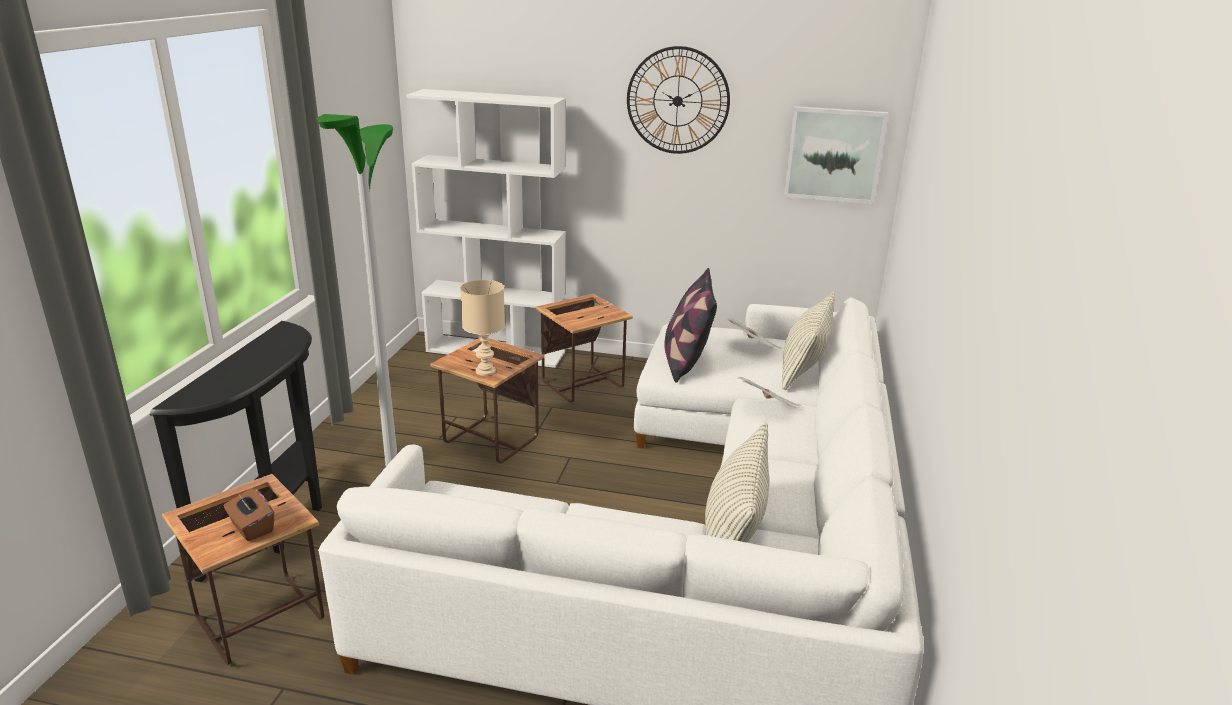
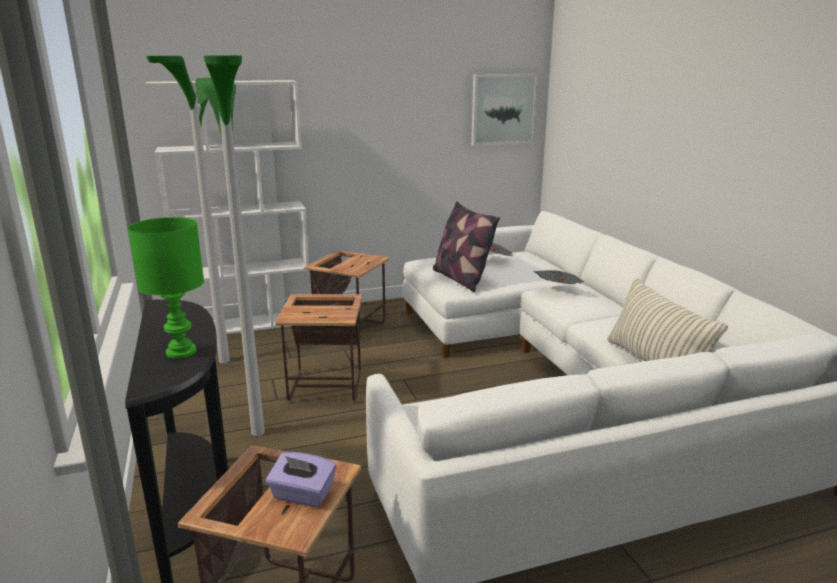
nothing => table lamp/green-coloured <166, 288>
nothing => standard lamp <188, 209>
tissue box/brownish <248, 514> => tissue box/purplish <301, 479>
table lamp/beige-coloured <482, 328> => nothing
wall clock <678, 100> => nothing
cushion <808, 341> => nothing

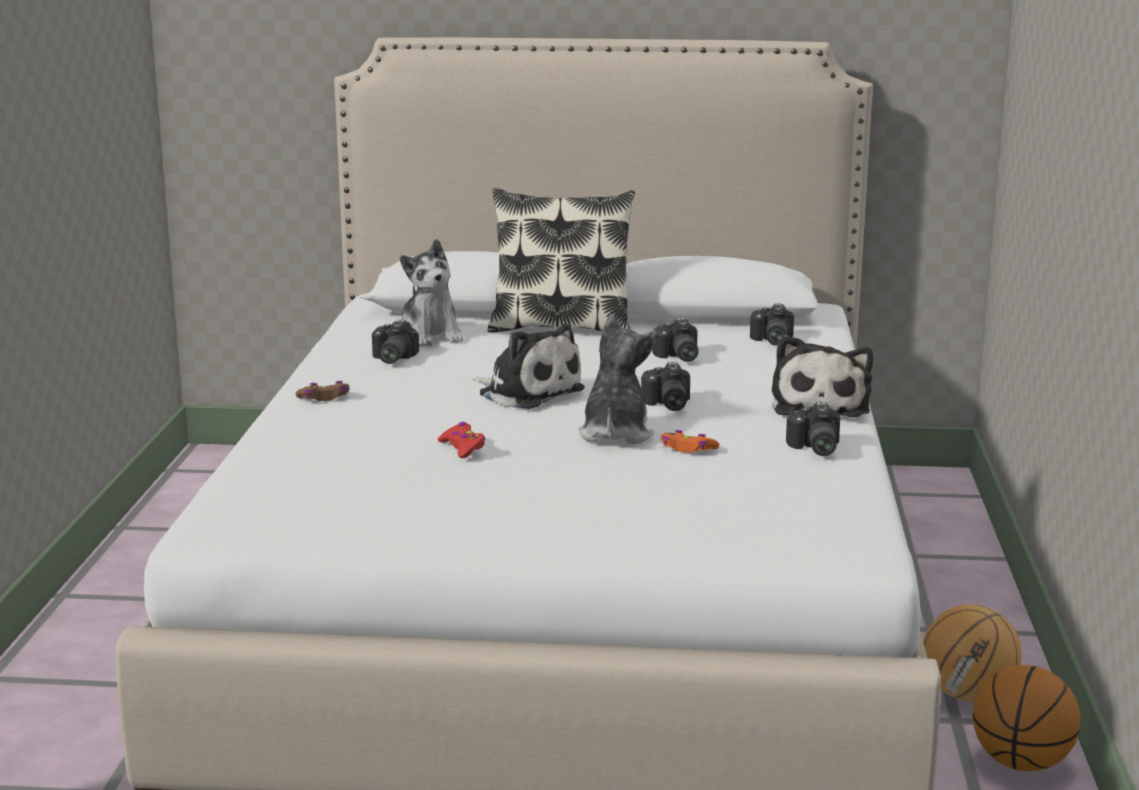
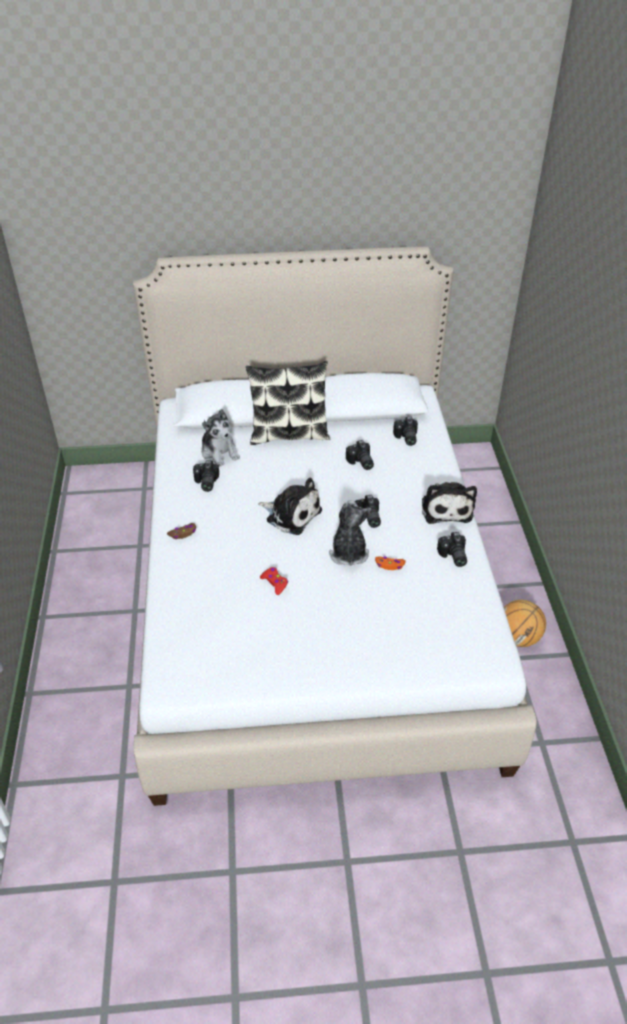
basketball <1027, 718> => nothing

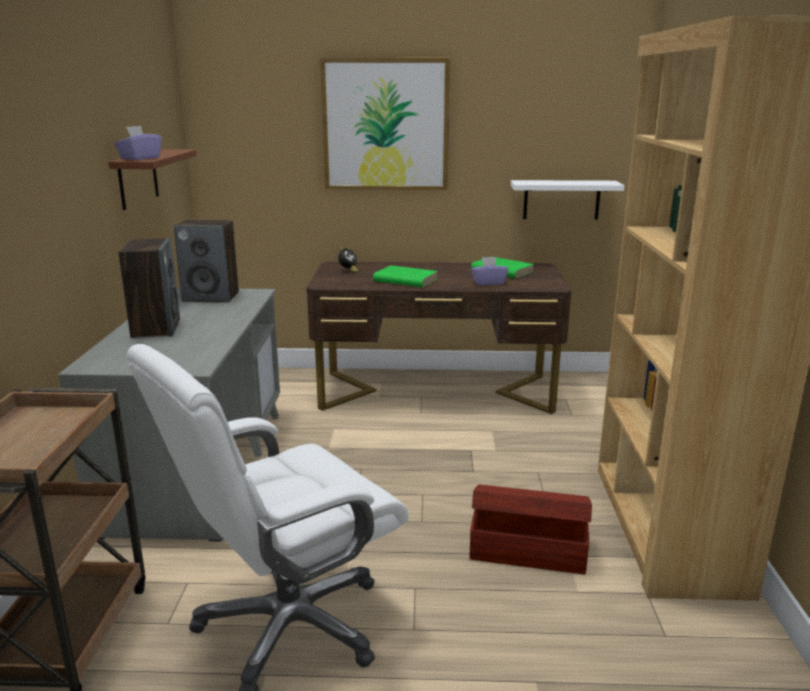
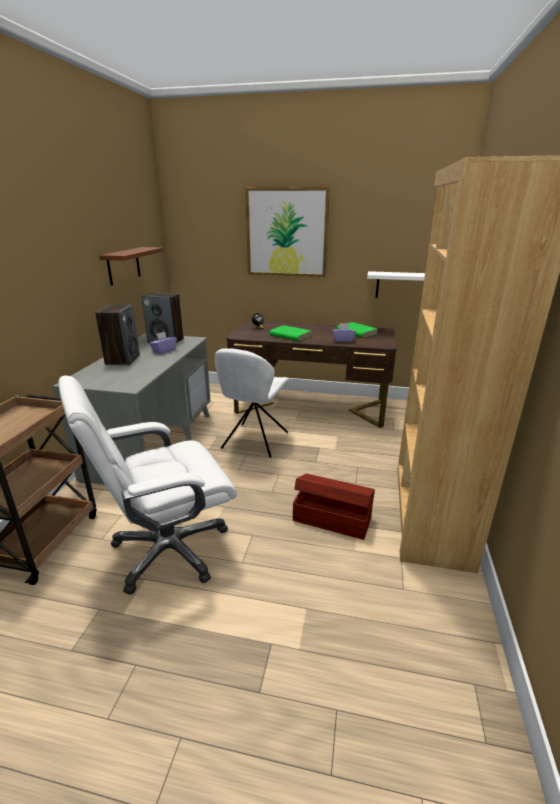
tissue box/purplish <138, 143> => tissue box/purplish <163, 343>, move
nothing => chair/white <252, 403>

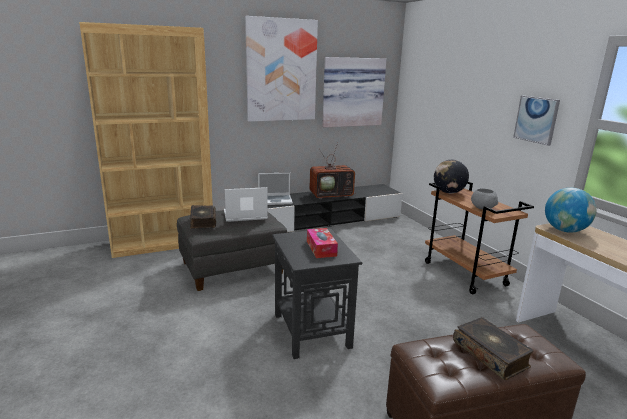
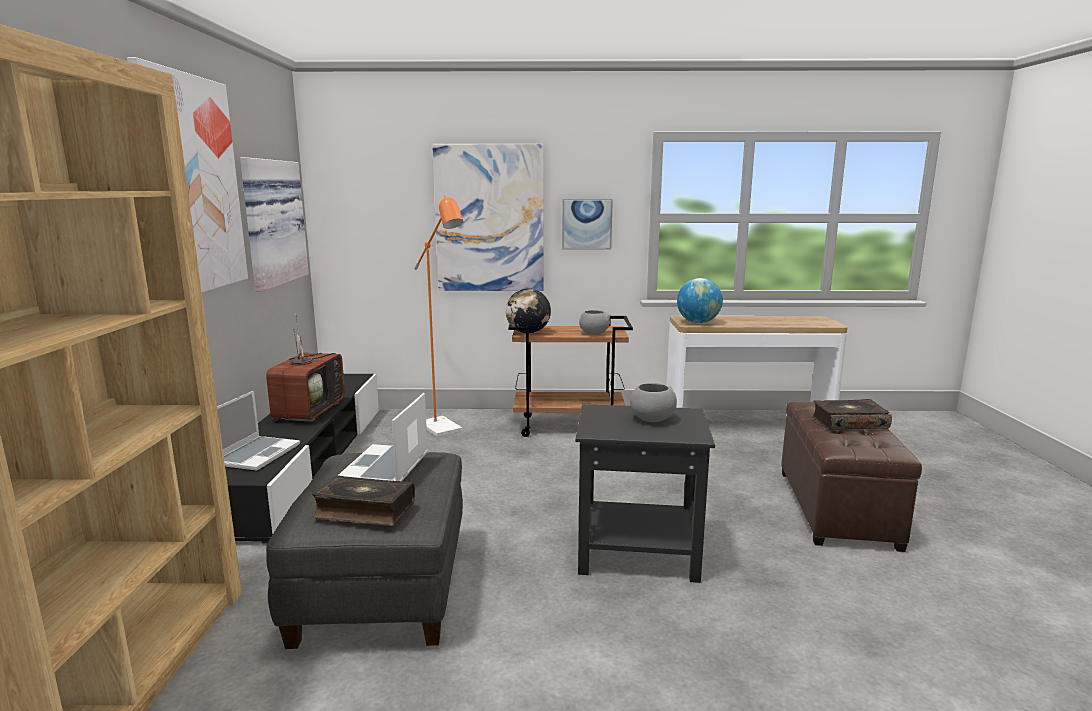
nothing => standard lamp/orangey <439, 316>
nothing => wall picture <488, 217>
tissue box <322, 243> => serving bowl/grey <653, 402>

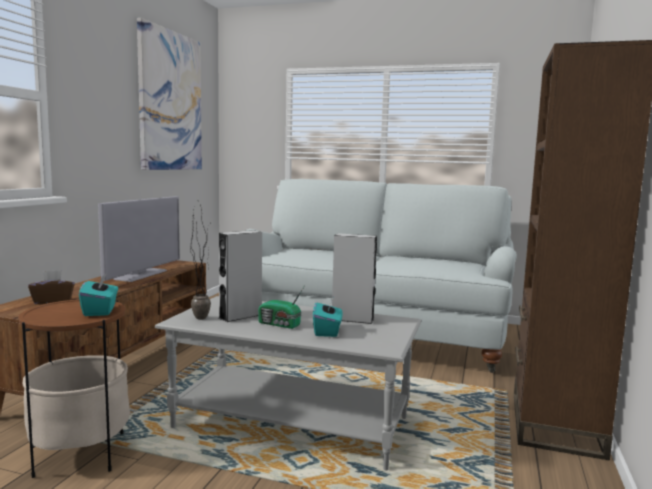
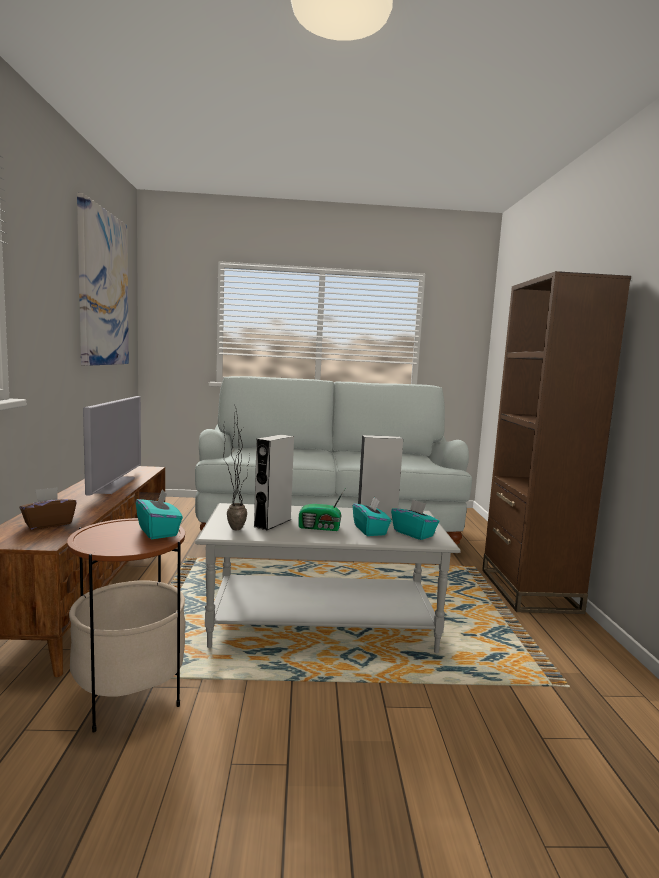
nothing => tissue box/turquoise-coloured <415, 519>

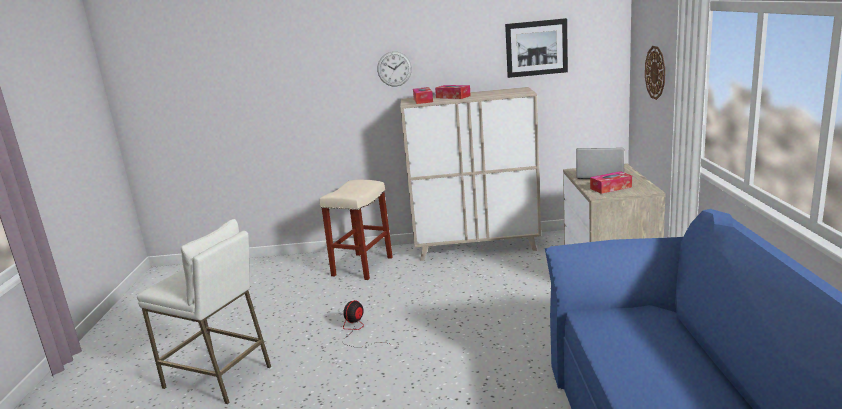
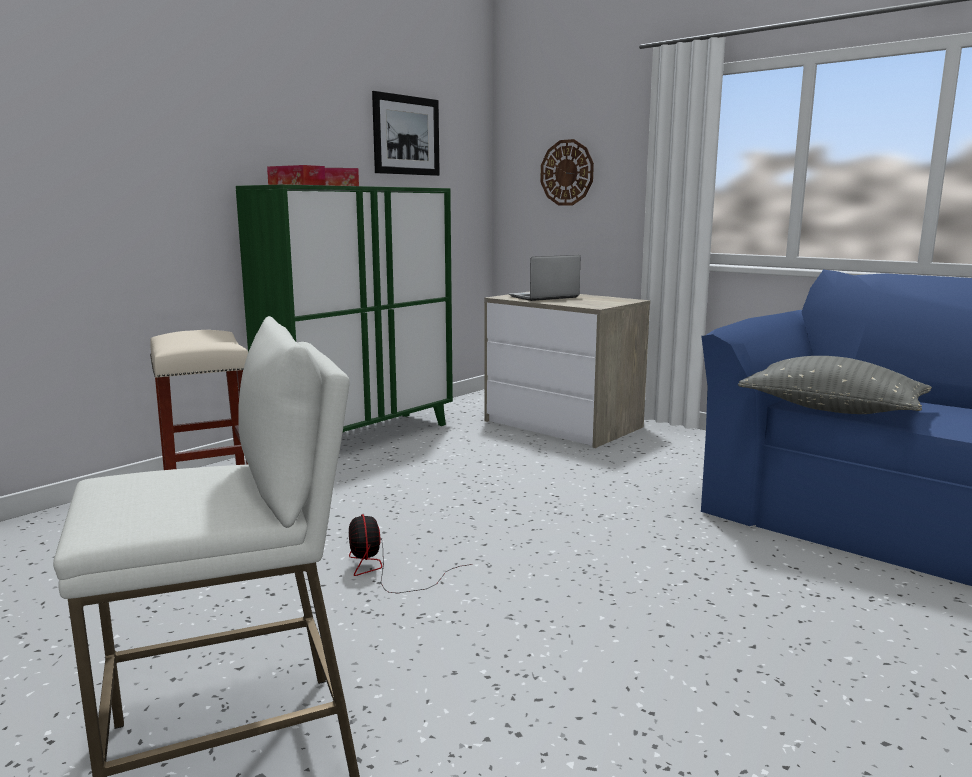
cupboard/beige-coloured <470, 174> => cupboard/green-coloured <344, 308>
nothing => cushion/grey <835, 385>
wall clock <394, 68> => nothing
tissue box <611, 182> => nothing

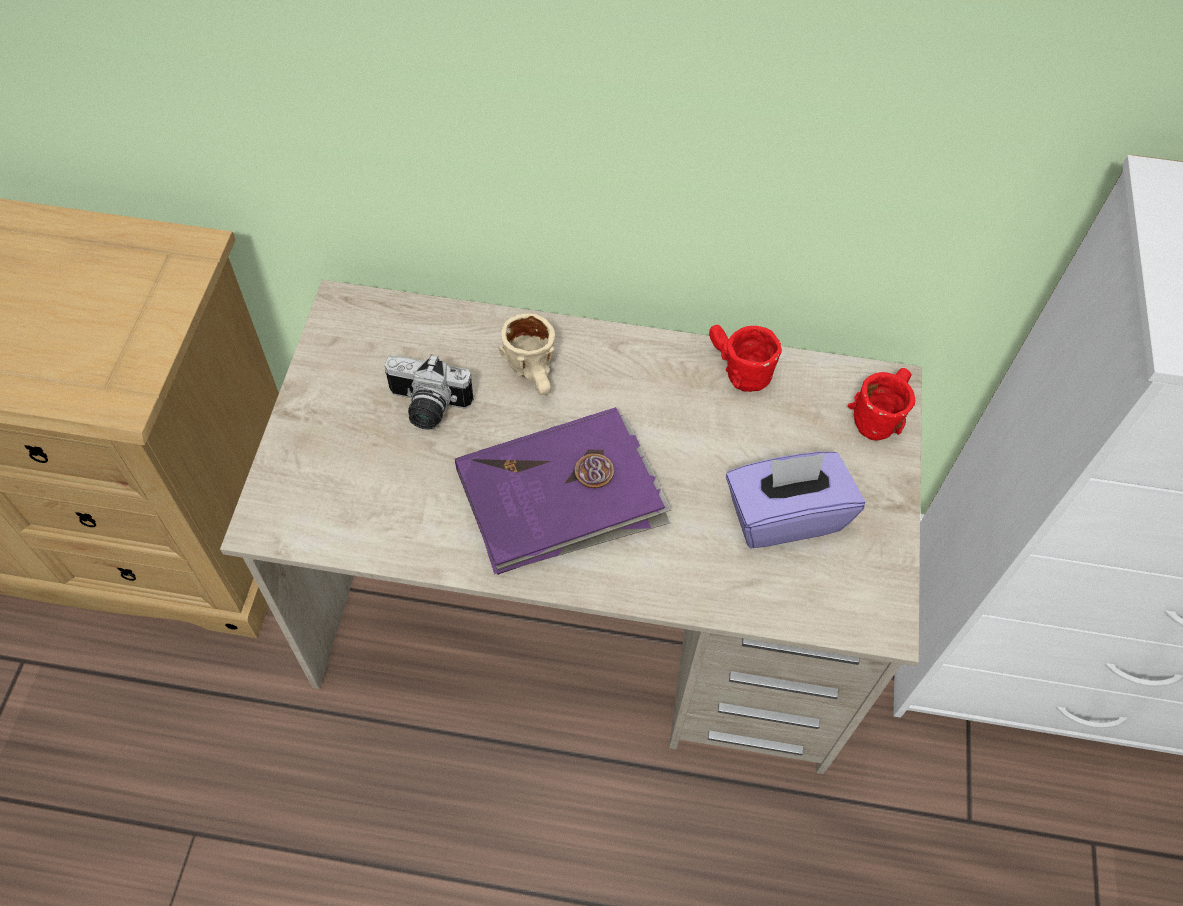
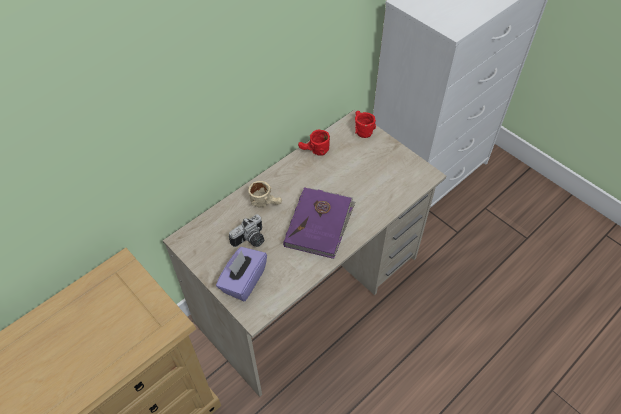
tissue box/purplish <795, 500> => tissue box/purplish <241, 274>, move

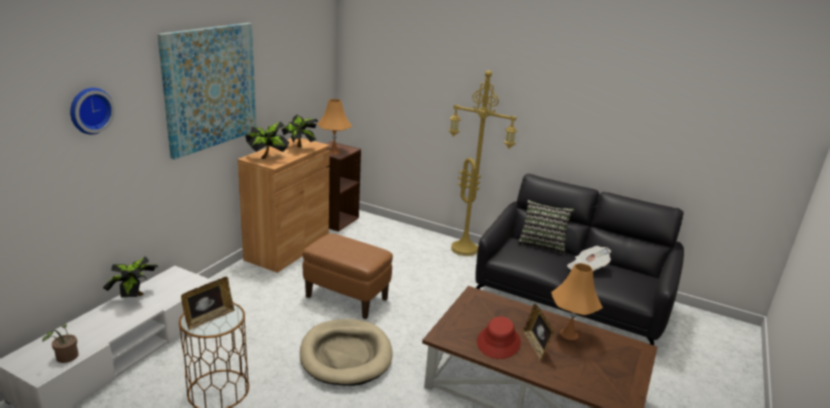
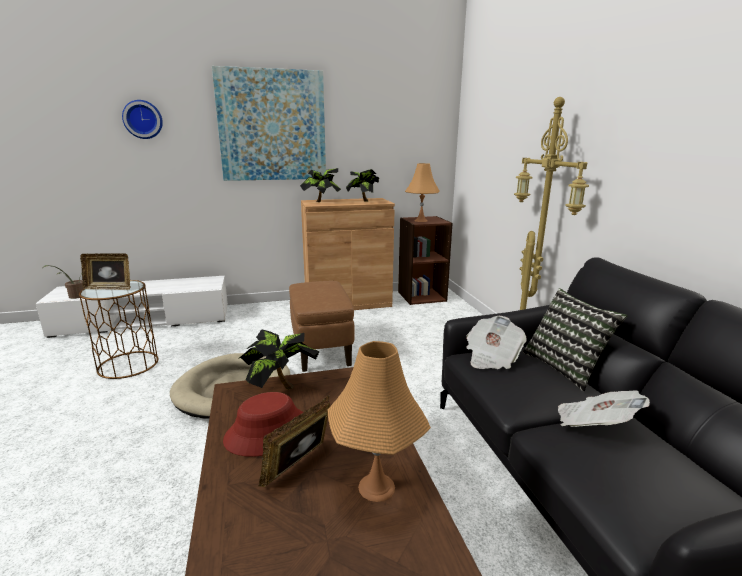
plant in a pot <130, 276> => plant in a pot <279, 359>, move
nothing => printed paper <496, 342>

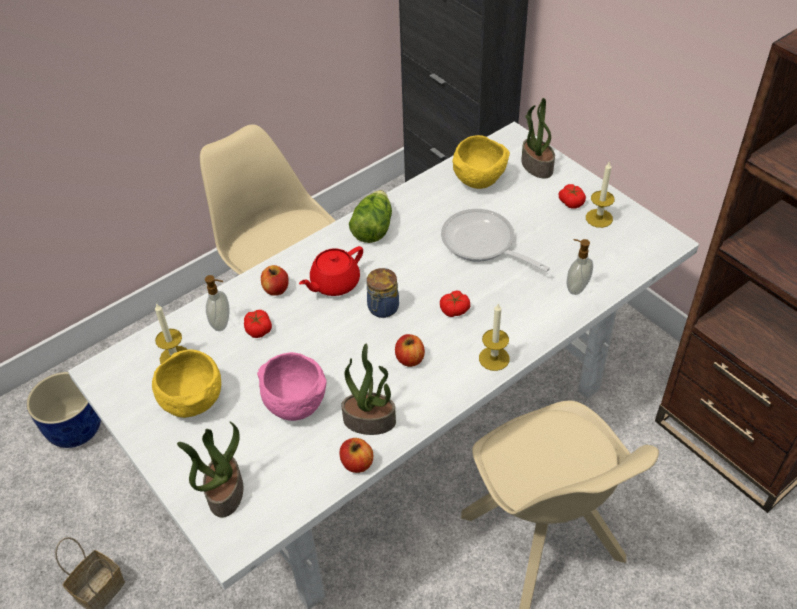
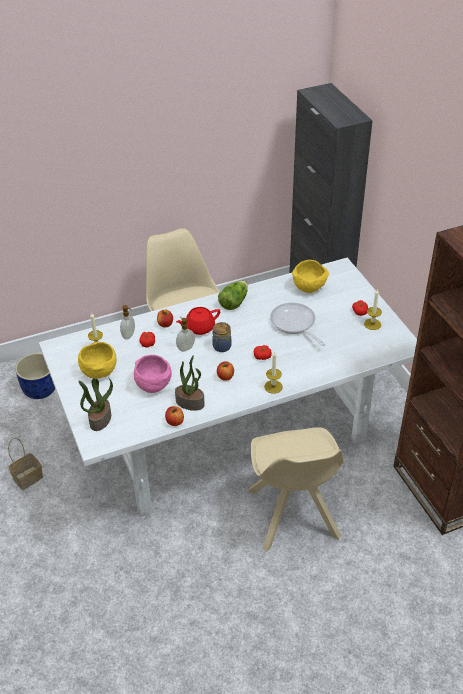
liquid soap bottle <580, 267> => liquid soap bottle <185, 334>, move
plant in a pot <538, 138> => nothing

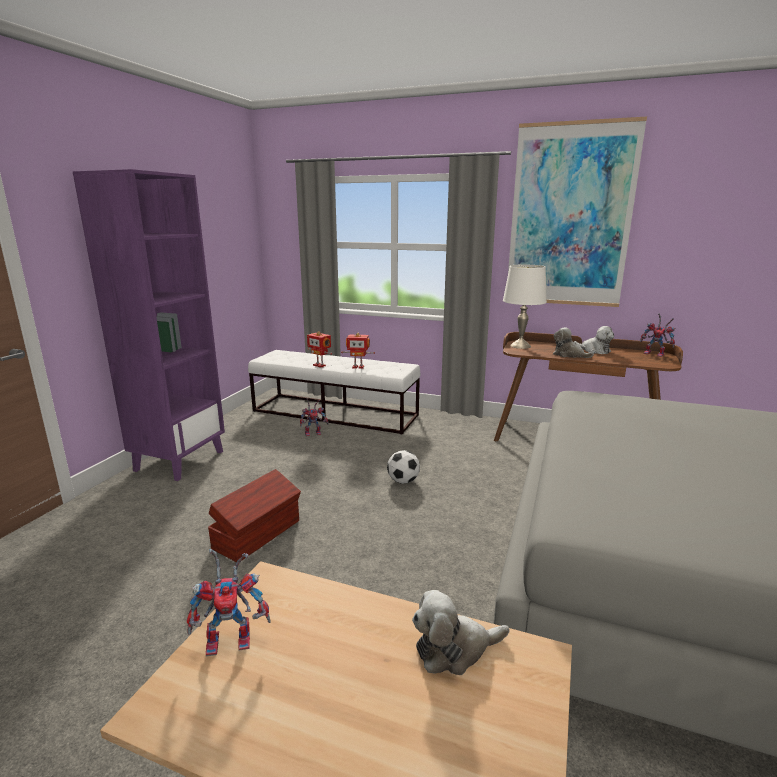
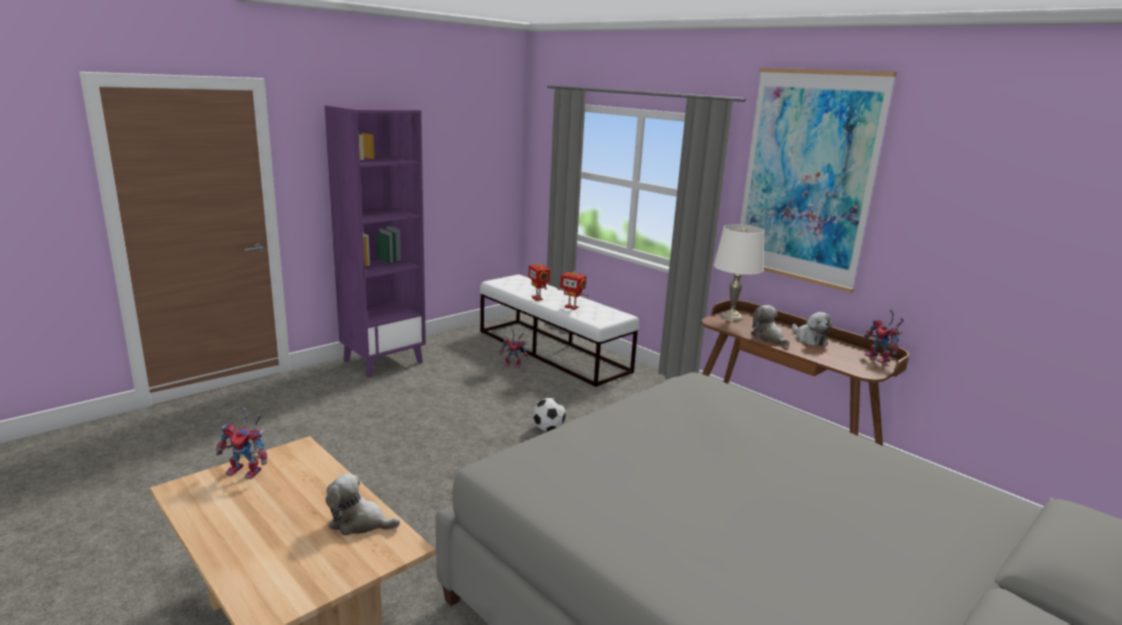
storage box/brownish <254, 515> => nothing

